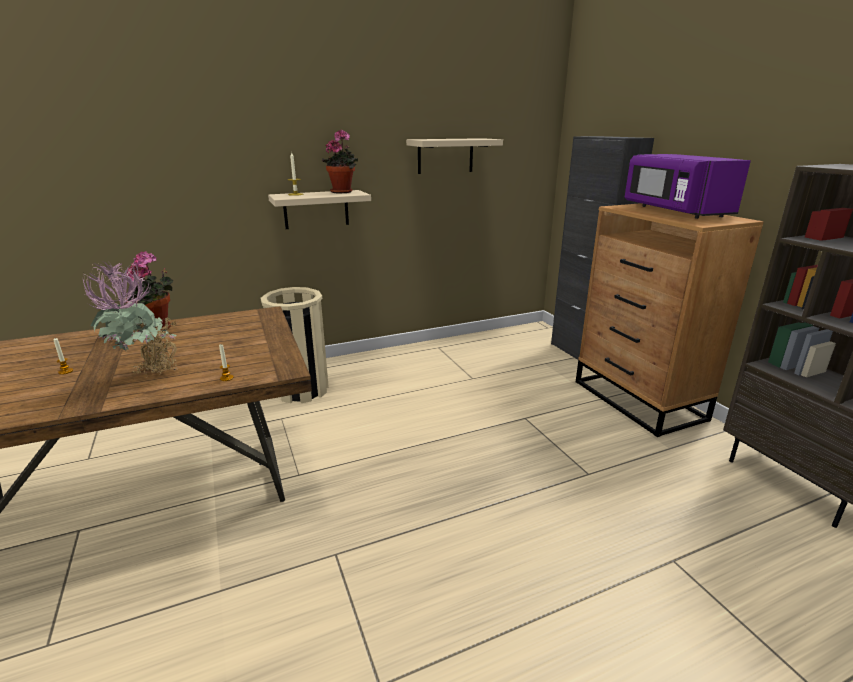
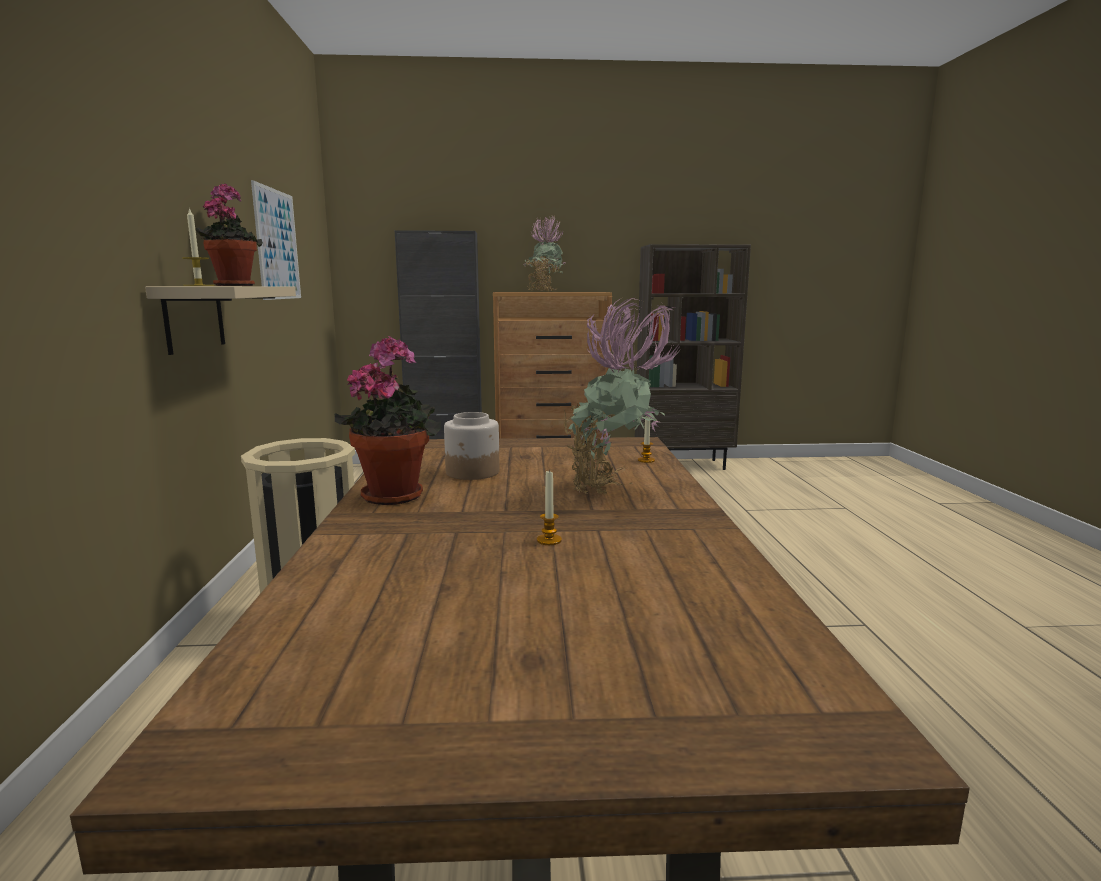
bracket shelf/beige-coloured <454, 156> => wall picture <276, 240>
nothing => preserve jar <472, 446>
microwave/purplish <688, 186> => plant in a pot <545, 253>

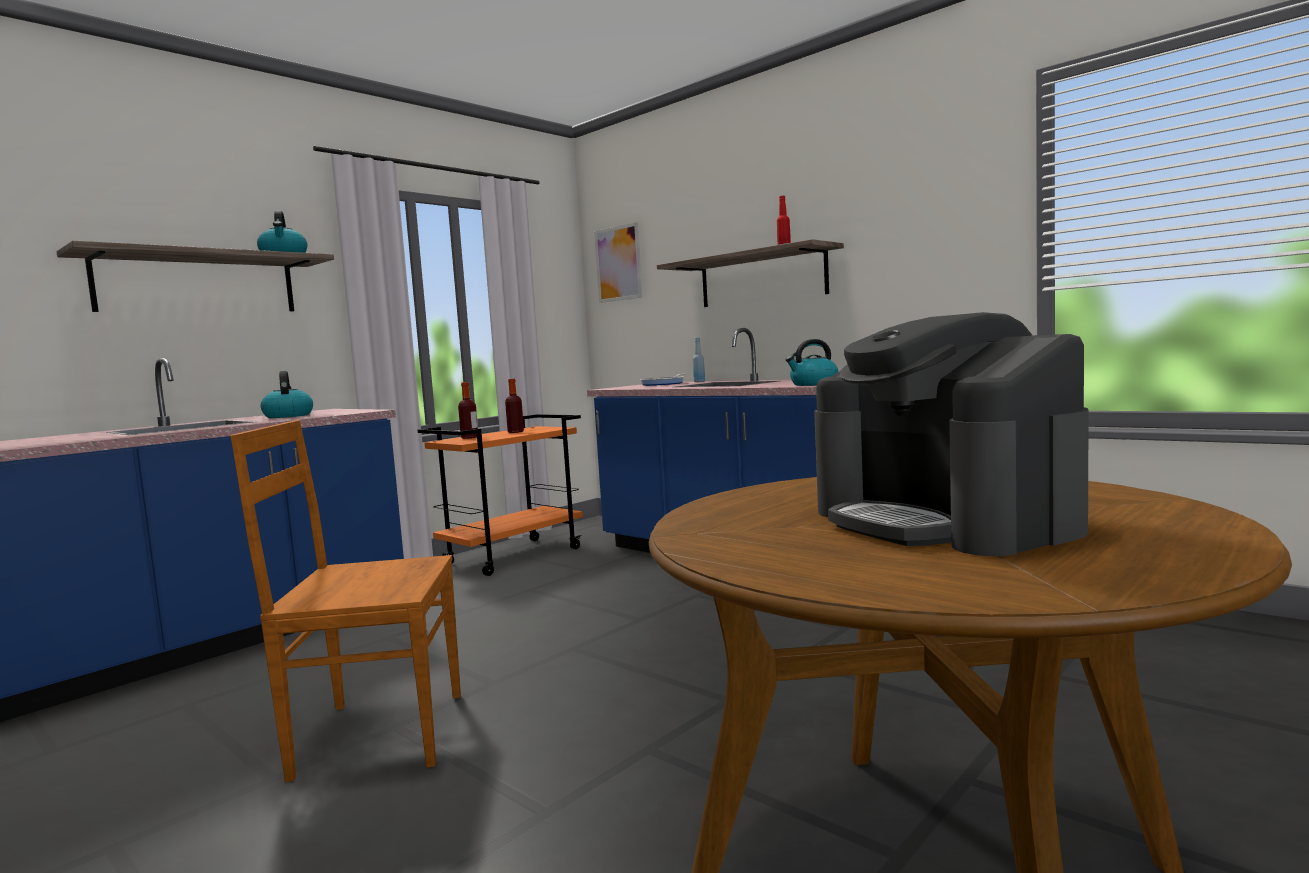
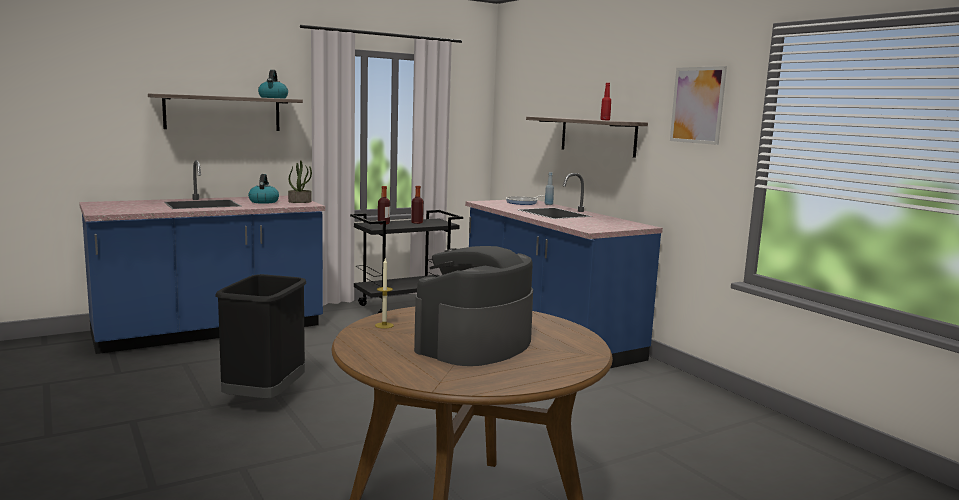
chair/brownish <345, 601> => trash can/black <260, 336>
nothing => plant in a pot <300, 181>
cart/orangey <500, 495> => cart/black <406, 261>
nothing => wax candle <384, 294>
coffee machine <951, 434> => coffee machine <473, 306>, 45 degrees clockwise
wall picture <618, 262> => wall picture <698, 105>, move
kettle <812, 362> => nothing

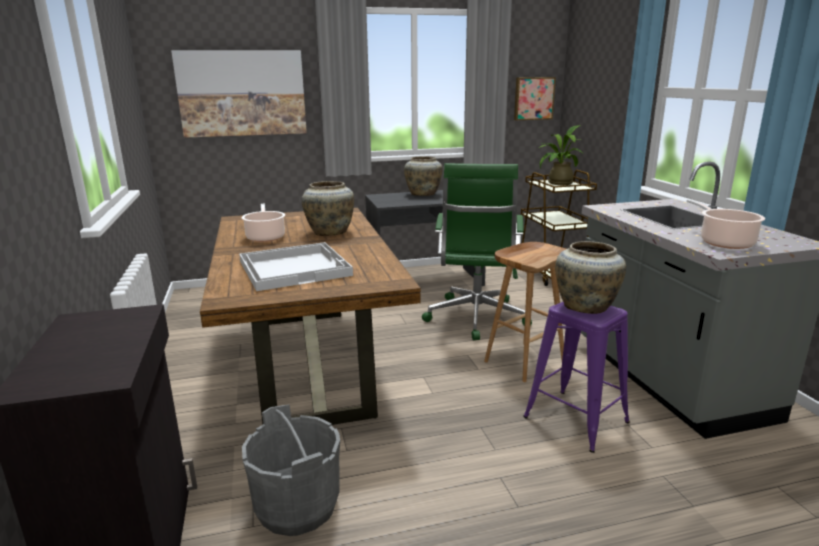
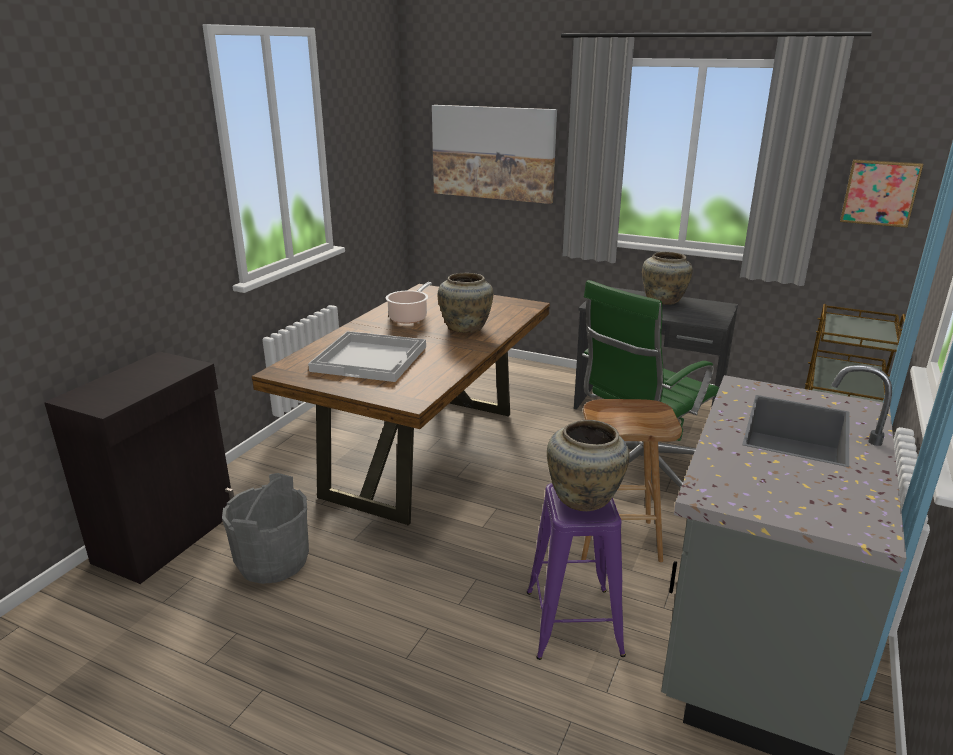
plant in a pot <562, 155> => nothing
stockpot <725, 224> => nothing

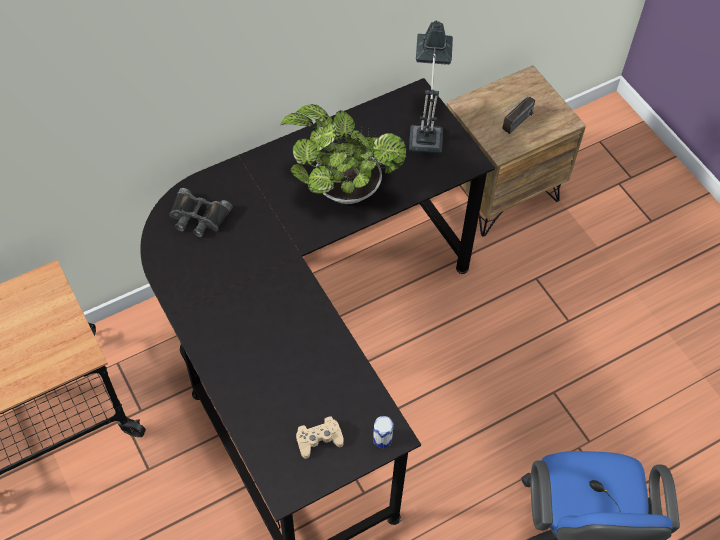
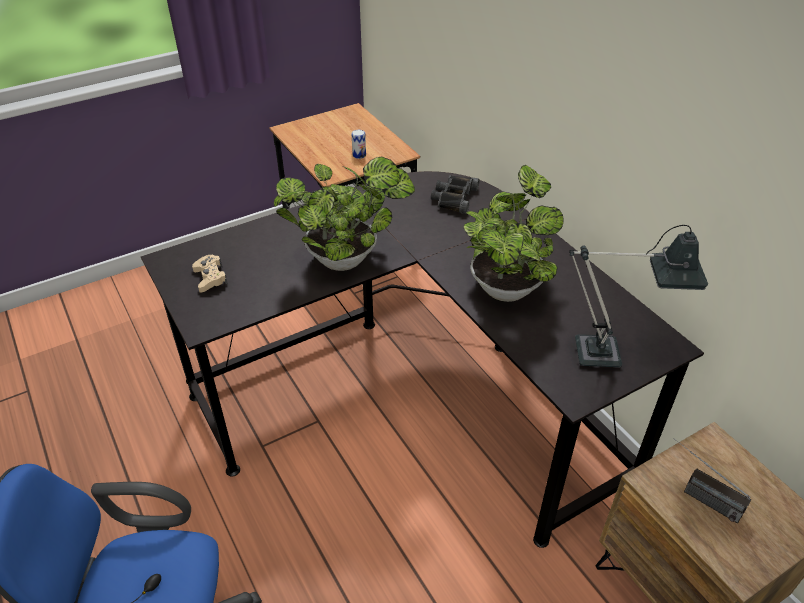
nothing => plant in a pot <344, 214>
can <383, 432> => can <358, 144>, move

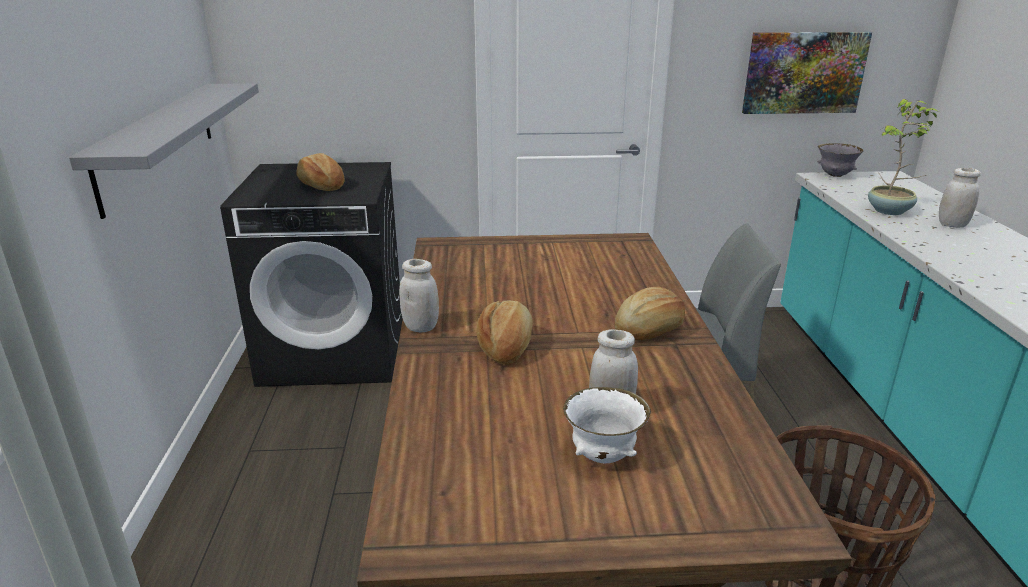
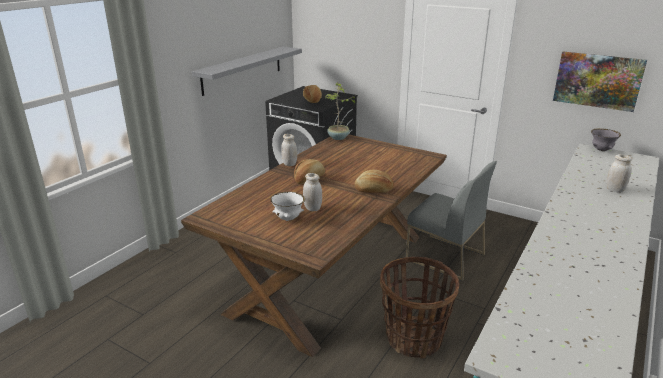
plant in a pot <903, 157> => plant in a pot <340, 111>, move

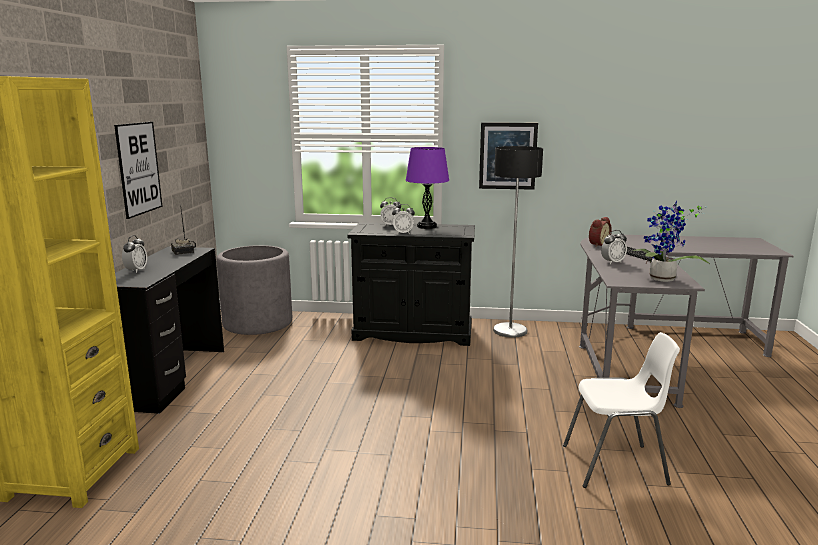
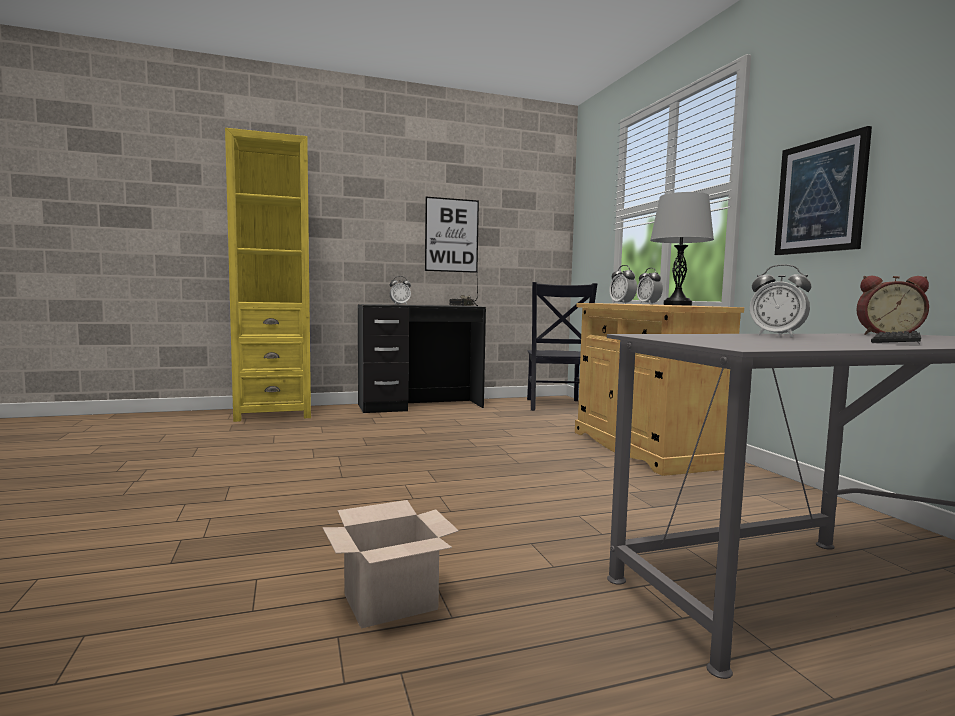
chair/white <621, 410> => cardboard box <391, 564>
planter/grey <254, 290> => chair/black <562, 346>
cupboard/black <411, 284> => cupboard/beige-coloured <659, 389>
table lamp/purplish <427, 188> => table lamp/grey <682, 249>
standard lamp <518, 242> => nothing
plant in a pot <671, 241> => nothing

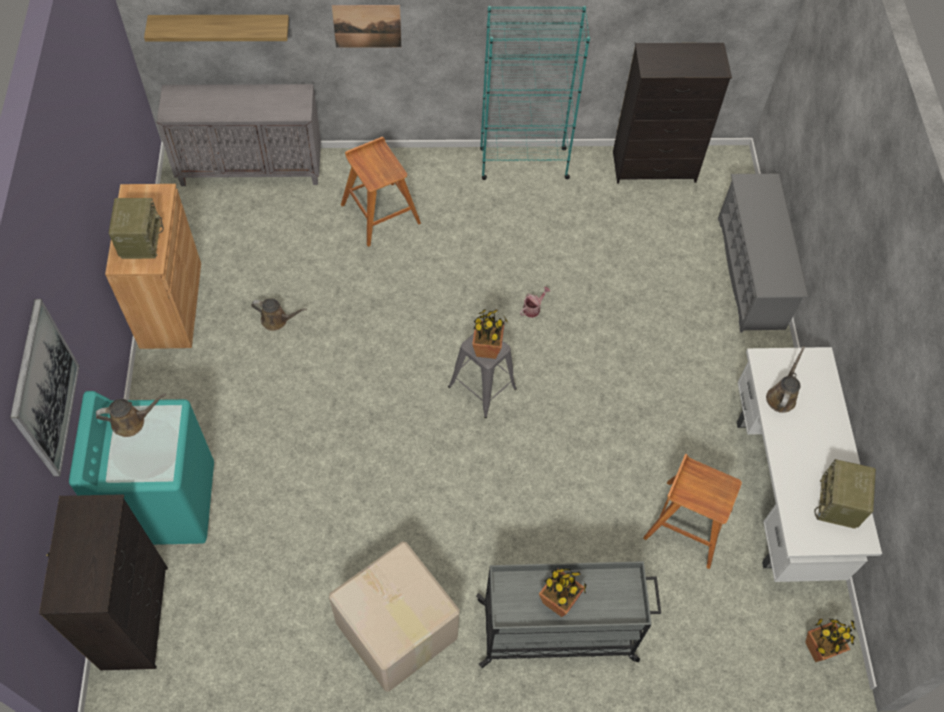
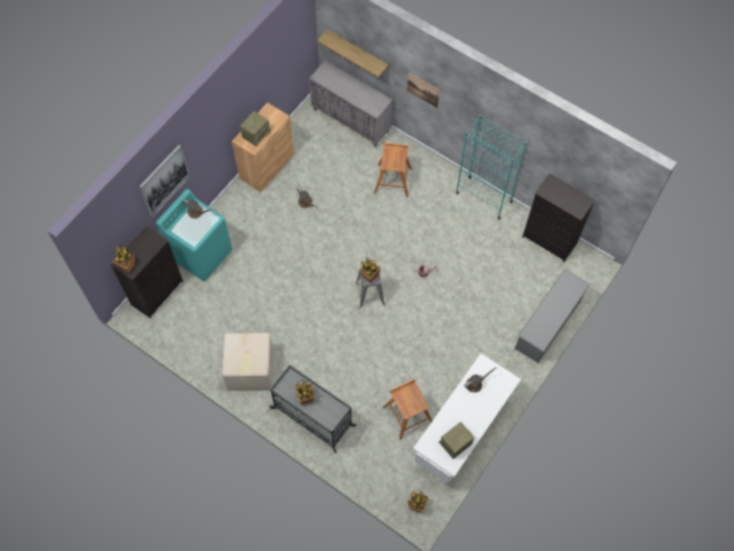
nothing => plant in a pot <124, 259>

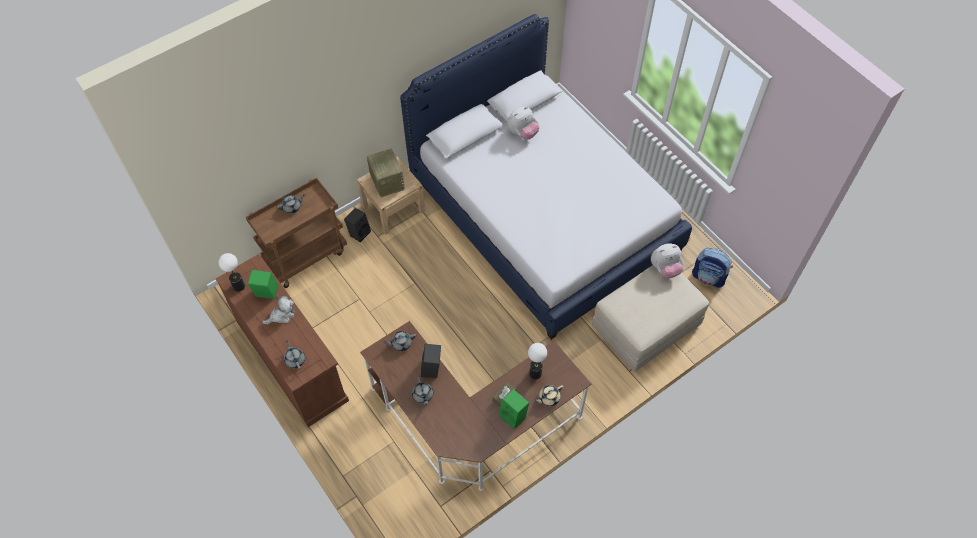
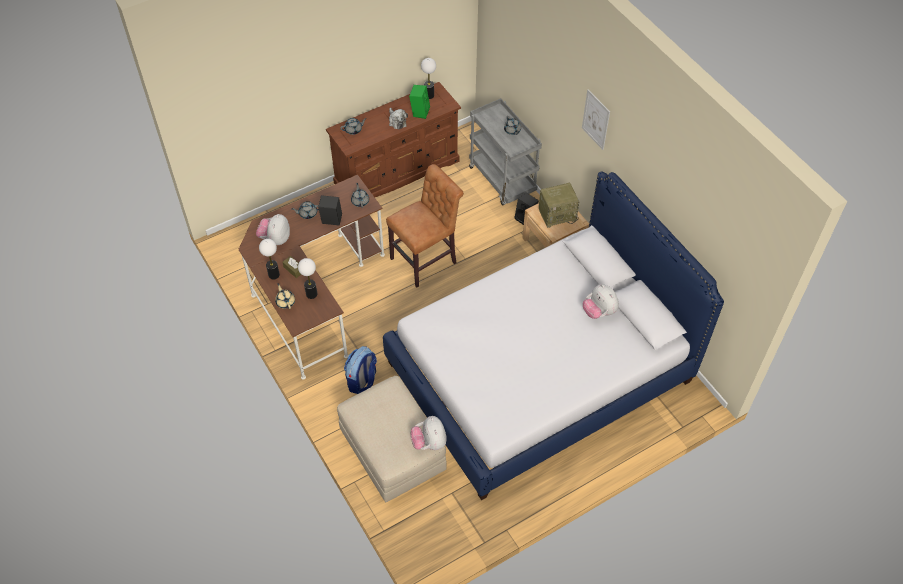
nothing => soft toy <273, 229>
speaker/green-coloured <514, 409> => table lamp <269, 259>
rucksack <712, 268> => rucksack <360, 370>, move
nothing => chair/brownish <425, 225>
cart/brownish <296, 233> => cart/grey <505, 151>
nothing => wall picture <596, 120>

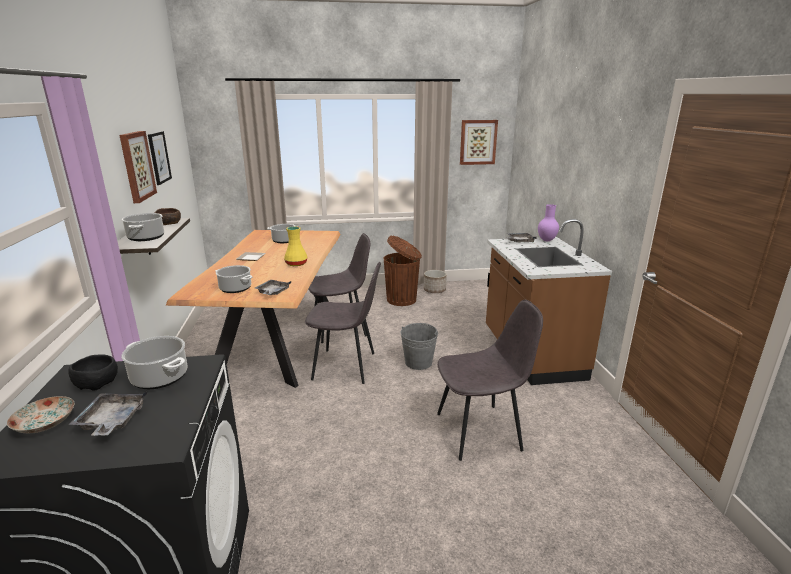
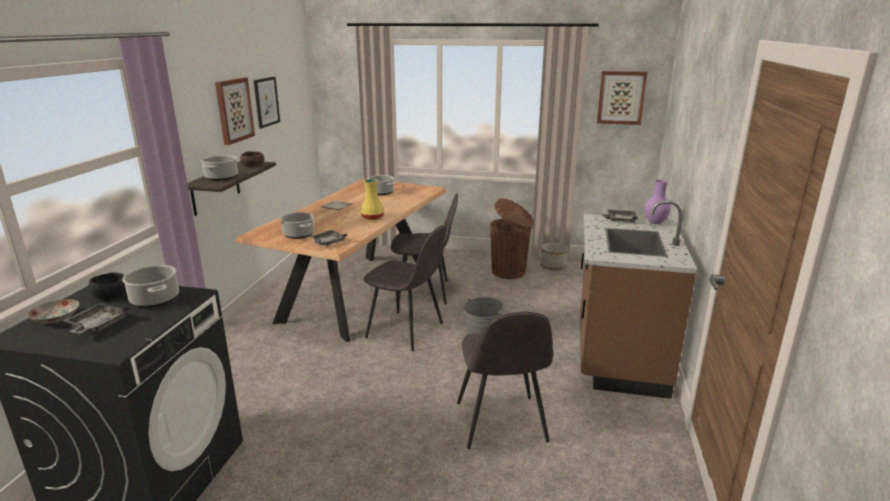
chair/grey <490, 380> => chair/grey <505, 380>, 75 degrees clockwise

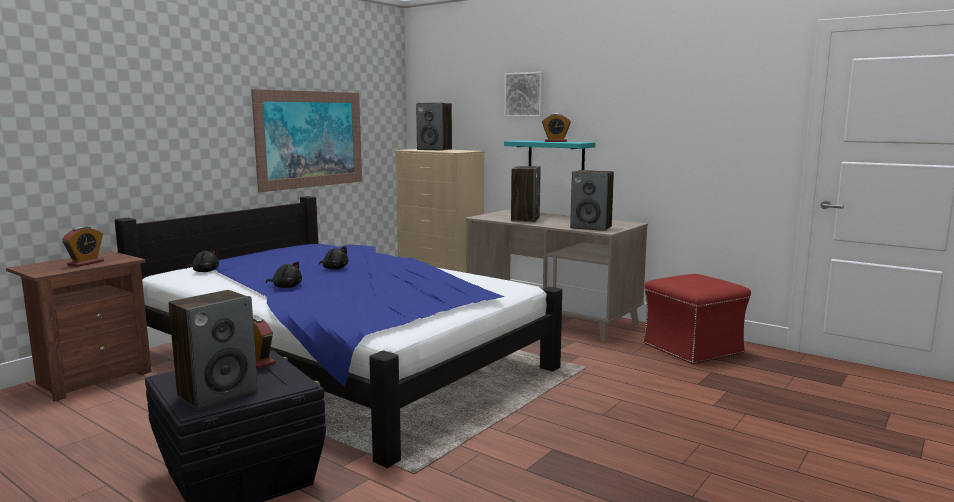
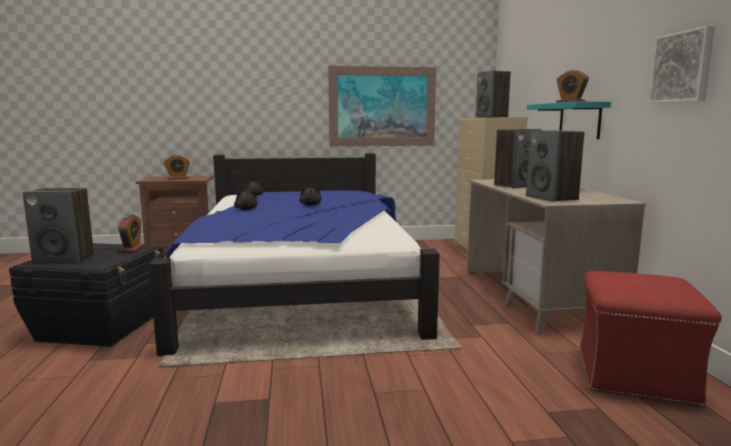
wall picture <524, 94> => wall picture <682, 64>, move

